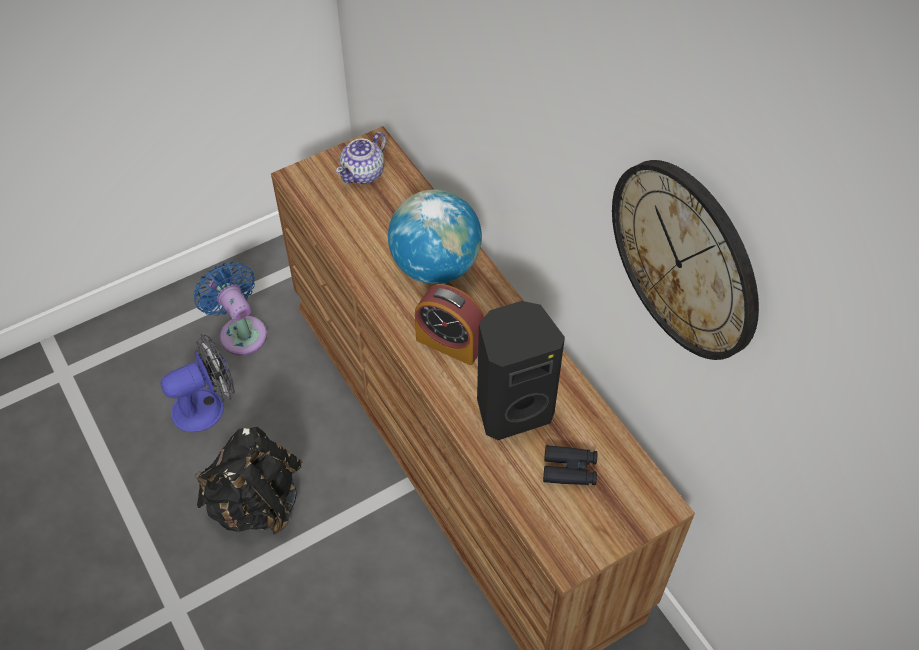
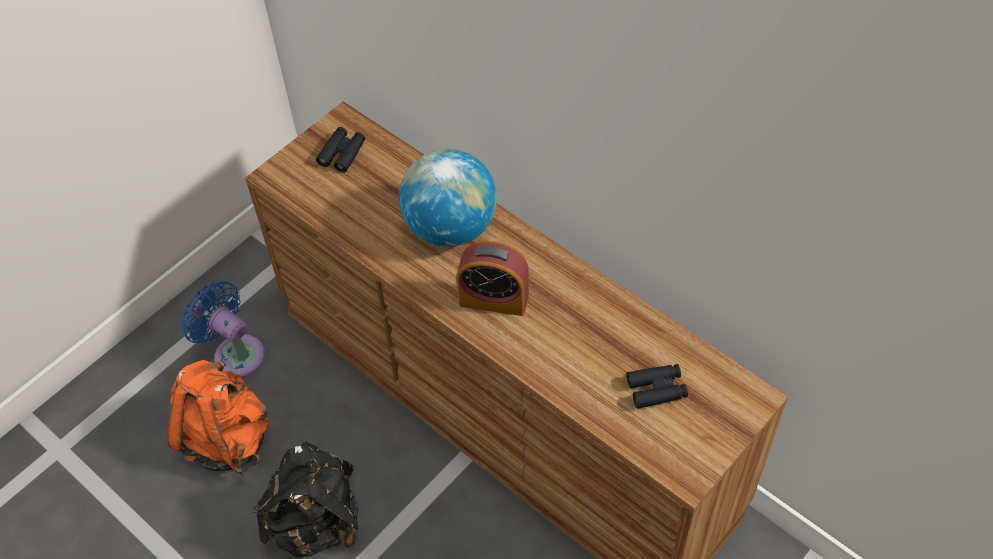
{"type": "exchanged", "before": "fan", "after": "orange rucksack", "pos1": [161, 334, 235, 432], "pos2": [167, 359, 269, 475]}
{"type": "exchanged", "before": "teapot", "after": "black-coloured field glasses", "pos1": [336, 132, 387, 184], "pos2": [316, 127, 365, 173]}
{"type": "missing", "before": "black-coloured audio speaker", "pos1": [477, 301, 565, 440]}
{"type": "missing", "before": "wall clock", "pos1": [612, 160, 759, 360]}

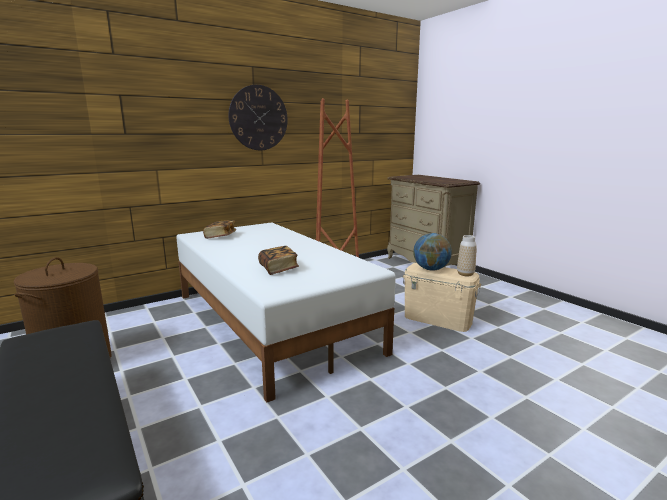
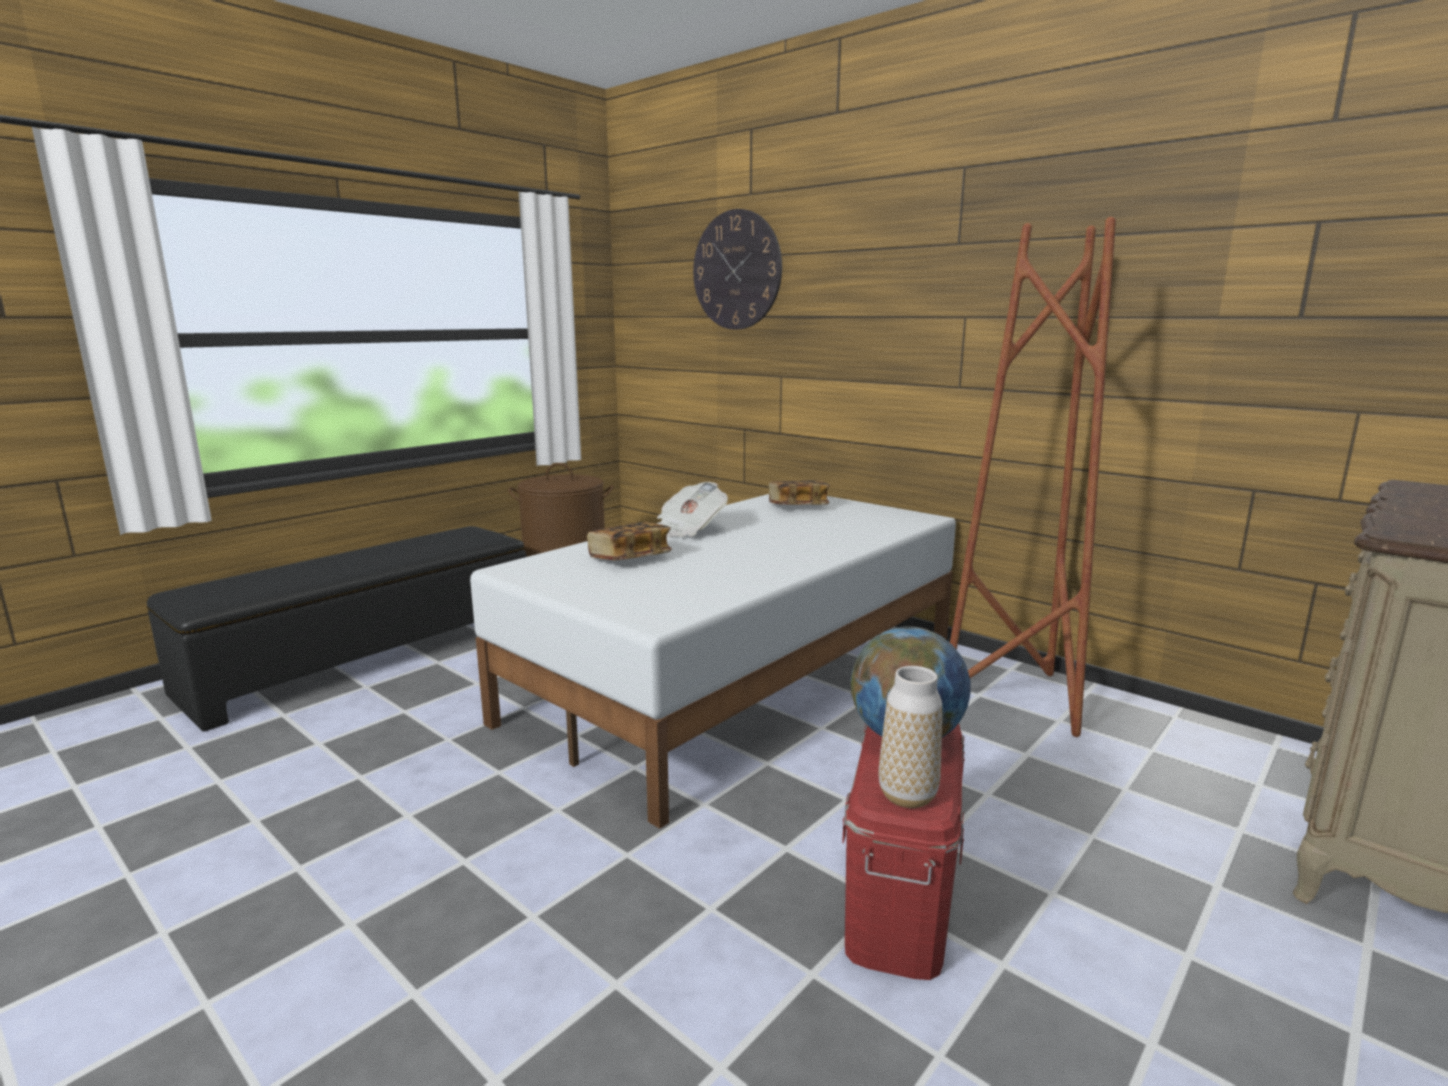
{"type": "relocated", "before": "wall clock", "pos1": [228, 85, 288, 150], "pos2": [693, 209, 782, 330]}
{"type": "colour", "before": "sand-coloured storage bin", "after": "red storage bin", "pos1": [403, 263, 481, 332], "pos2": [842, 723, 965, 980]}
{"type": "appeared", "after": "newspaper", "pos2": [657, 482, 728, 538]}

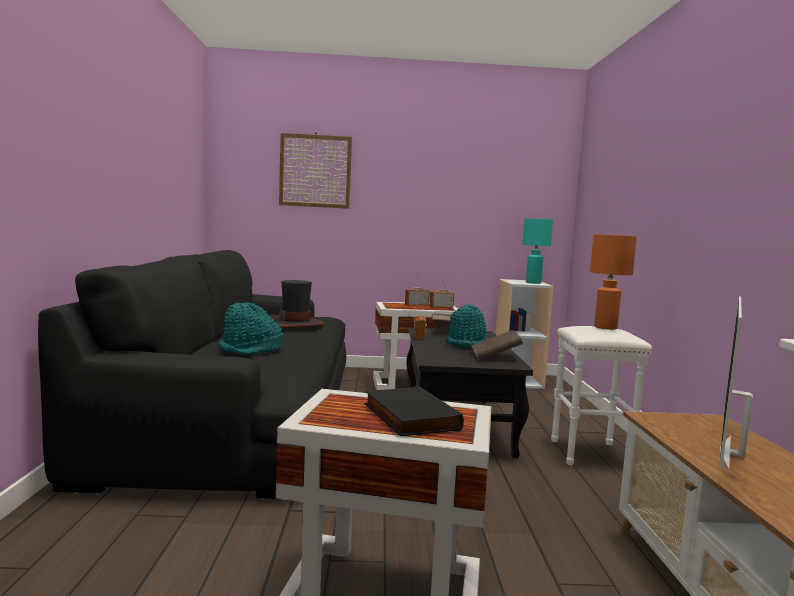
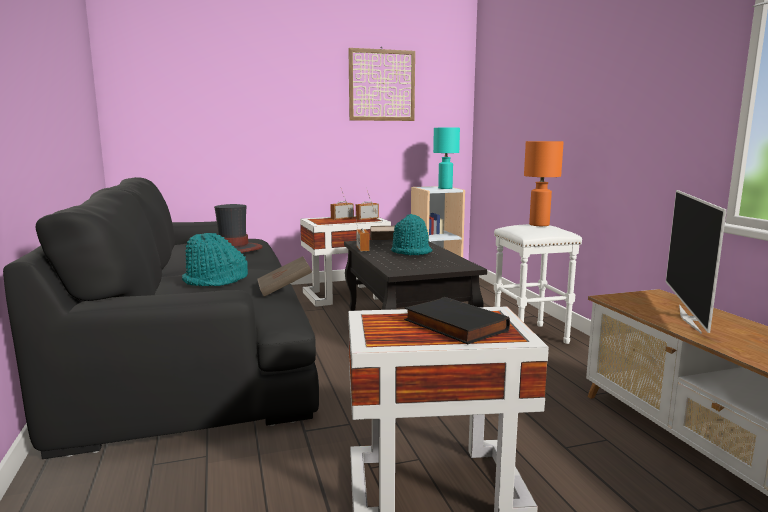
{"type": "relocated", "before": "wall art", "pos1": [279, 132, 352, 209], "pos2": [348, 47, 415, 121]}
{"type": "relocated", "before": "brown book", "pos1": [471, 330, 523, 360], "pos2": [258, 256, 312, 297]}

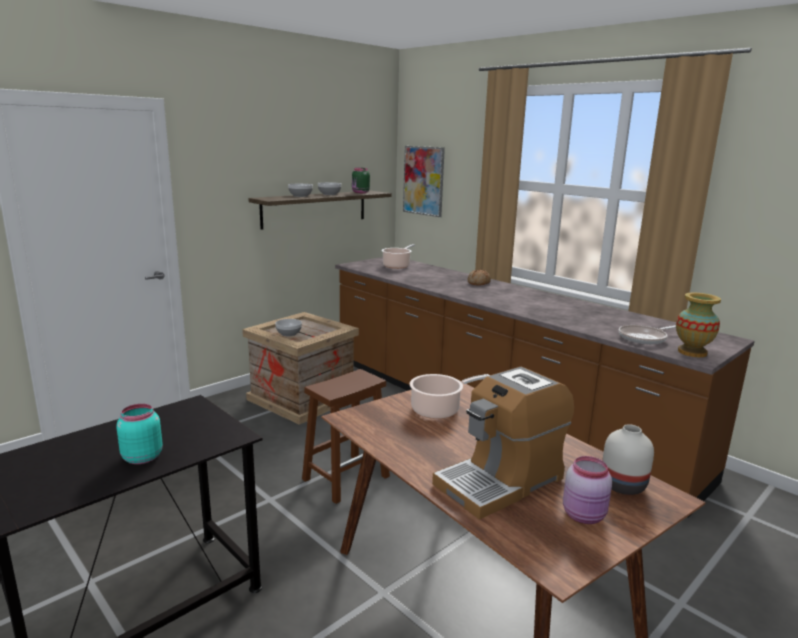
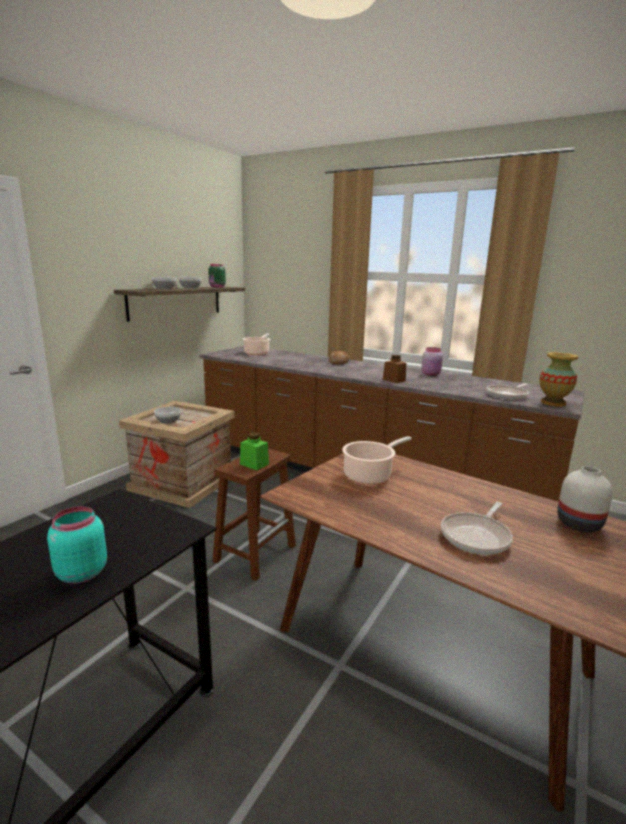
{"type": "missing", "before": "wall art", "pos1": [403, 146, 445, 217]}
{"type": "exchanged", "before": "coffee maker", "after": "frying pan", "pos1": [432, 367, 574, 520], "pos2": [441, 502, 513, 555]}
{"type": "relocated", "before": "pinkish jar", "pos1": [563, 456, 612, 524], "pos2": [421, 347, 443, 376]}
{"type": "appeared", "after": "green jar", "pos2": [240, 432, 269, 470]}
{"type": "appeared", "after": "brown jar", "pos2": [383, 355, 406, 383]}

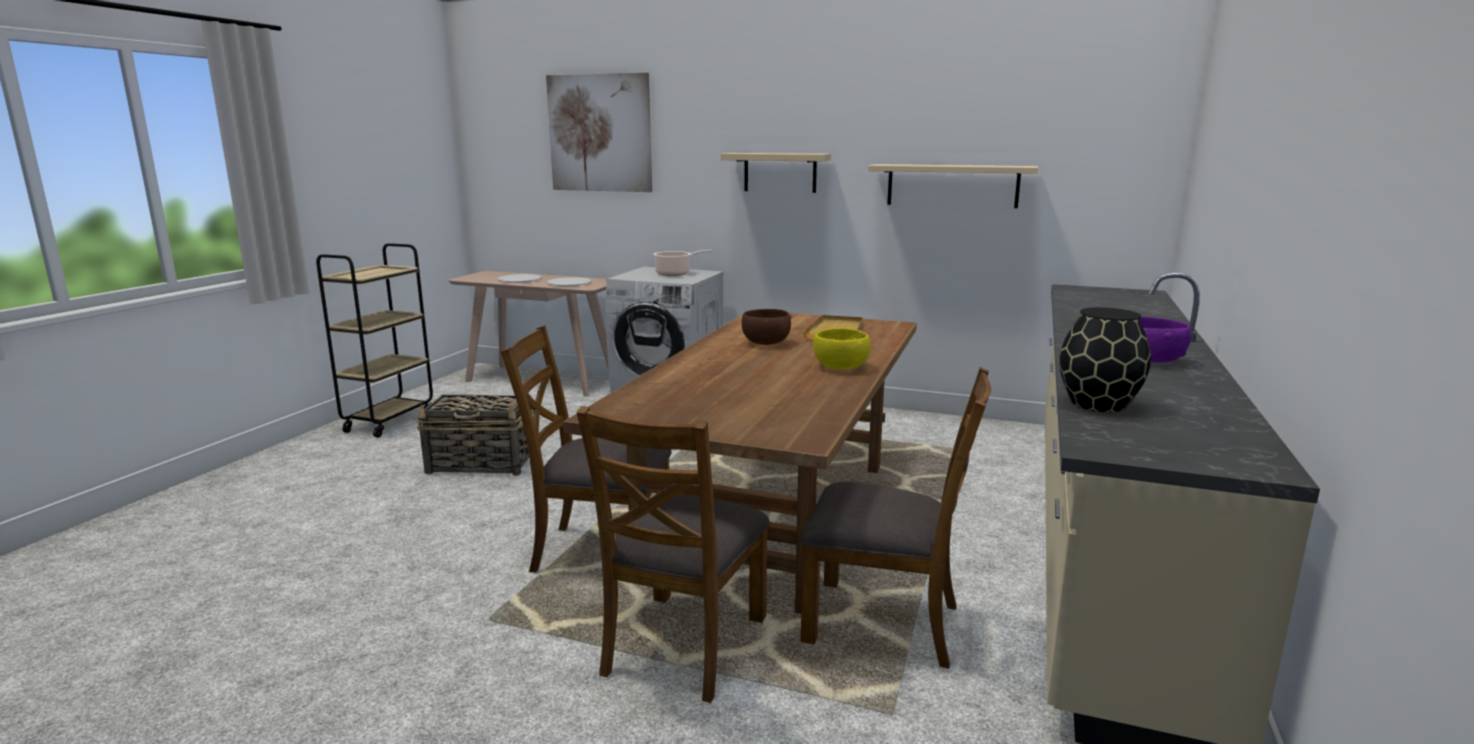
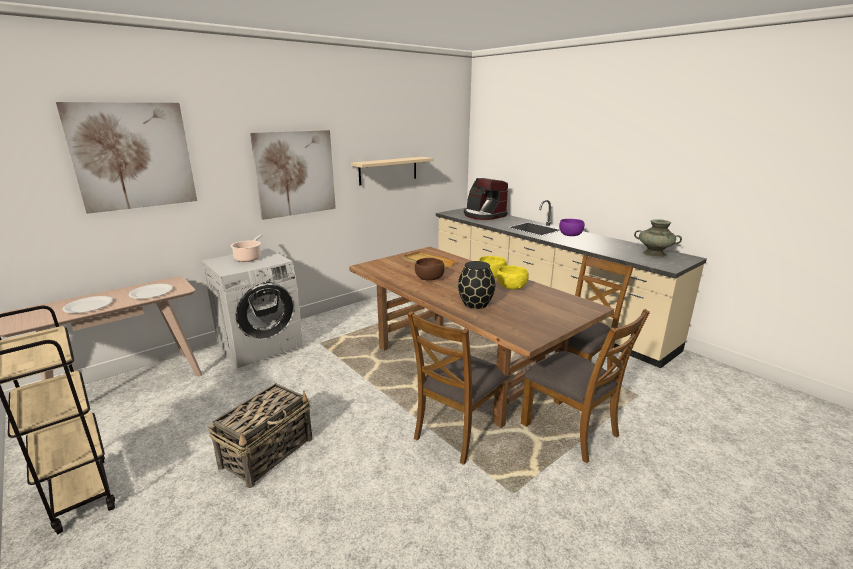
{"type": "exchanged", "before": "sand-coloured bracket shelf", "after": "wall art", "pos1": [721, 153, 831, 193], "pos2": [250, 130, 336, 220]}
{"type": "relocated", "before": "black-coloured vase", "pos1": [1059, 307, 1151, 412], "pos2": [458, 261, 495, 309]}
{"type": "appeared", "after": "coffee maker", "pos2": [464, 178, 508, 220]}
{"type": "appeared", "after": "yellow serving bowl", "pos2": [497, 265, 529, 290]}
{"type": "appeared", "after": "turquoise vase", "pos2": [634, 219, 682, 257]}

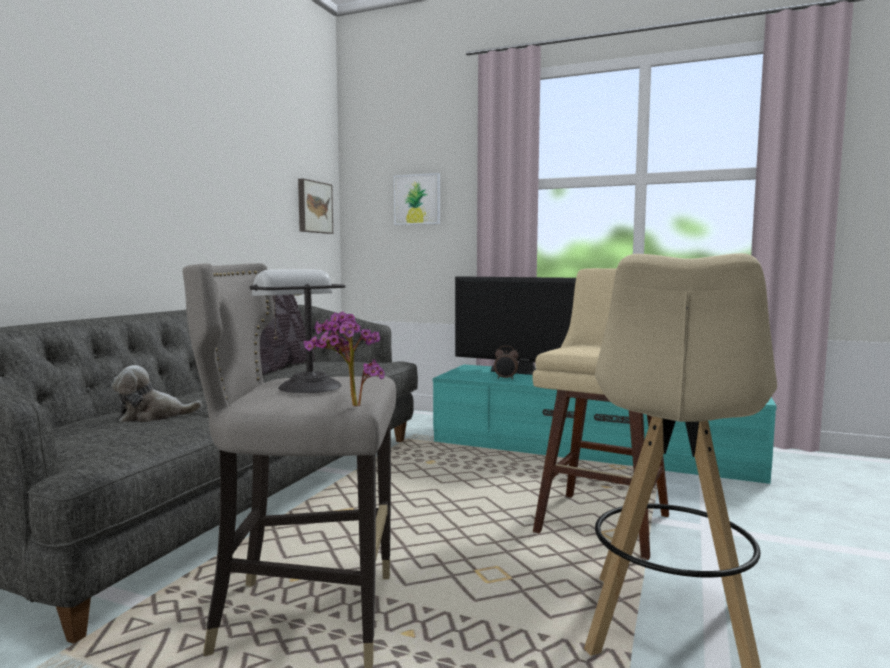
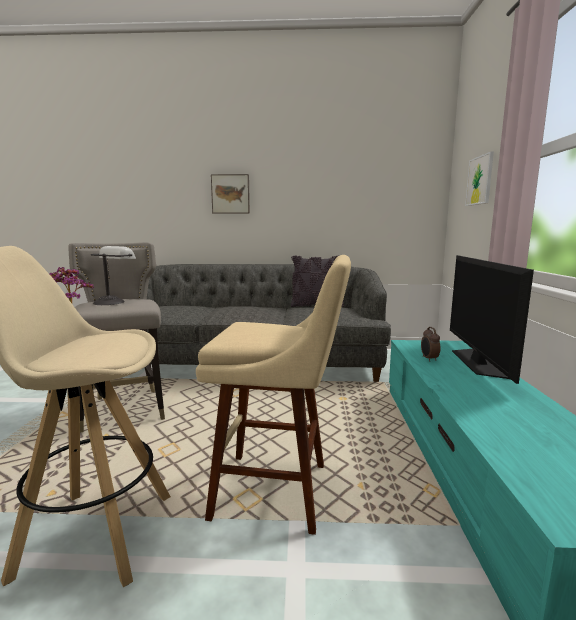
{"type": "missing", "before": "soft toy", "pos1": [111, 365, 202, 422]}
{"type": "relocated", "before": "wall art", "pos1": [298, 179, 333, 234], "pos2": [211, 174, 250, 213]}

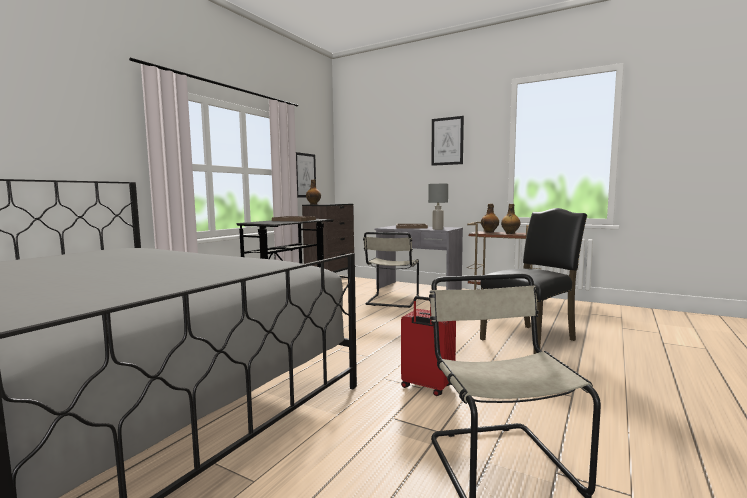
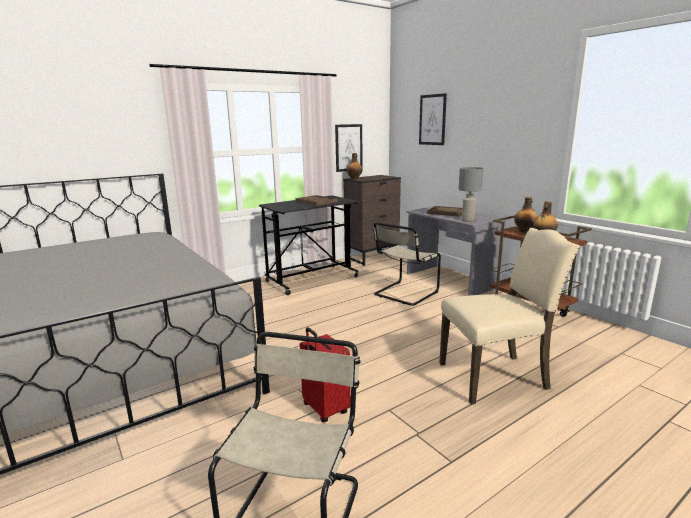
{"type": "relocated", "before": "wall art", "pos1": [431, 116, 464, 166], "pos2": [419, 93, 447, 145]}
{"type": "colour", "before": "black-coloured plain chair", "after": "sand-coloured plain chair", "pos1": [480, 208, 587, 354], "pos2": [439, 228, 580, 404]}

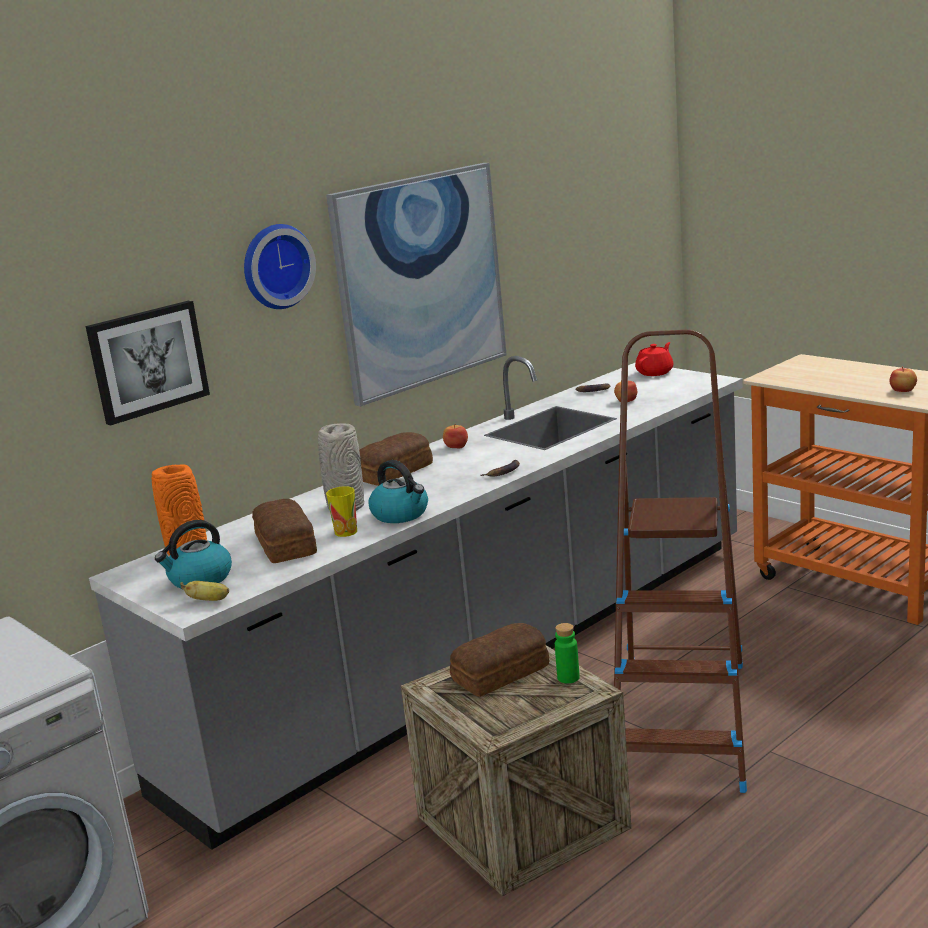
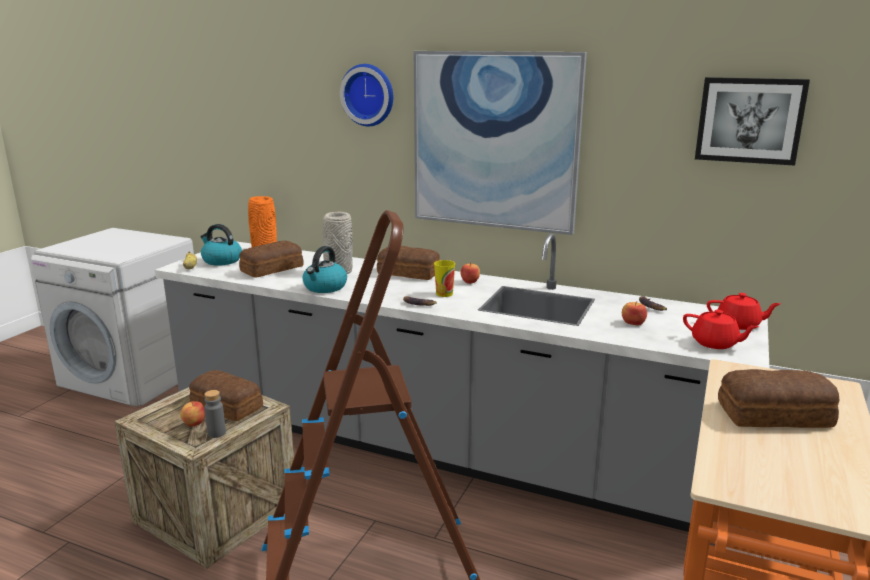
{"type": "relocated", "before": "wall art", "pos1": [85, 300, 210, 426], "pos2": [695, 77, 810, 166]}
{"type": "relocated", "before": "cup", "pos1": [326, 486, 357, 537], "pos2": [434, 260, 455, 297]}
{"type": "colour", "before": "green beverage bottle", "after": "gray beverage bottle", "pos1": [555, 623, 580, 683], "pos2": [204, 390, 226, 438]}
{"type": "relocated", "before": "apple", "pos1": [890, 367, 917, 392], "pos2": [180, 401, 205, 427]}
{"type": "appeared", "after": "red teapot", "pos2": [683, 310, 759, 349]}
{"type": "appeared", "after": "bread", "pos2": [718, 369, 840, 428]}

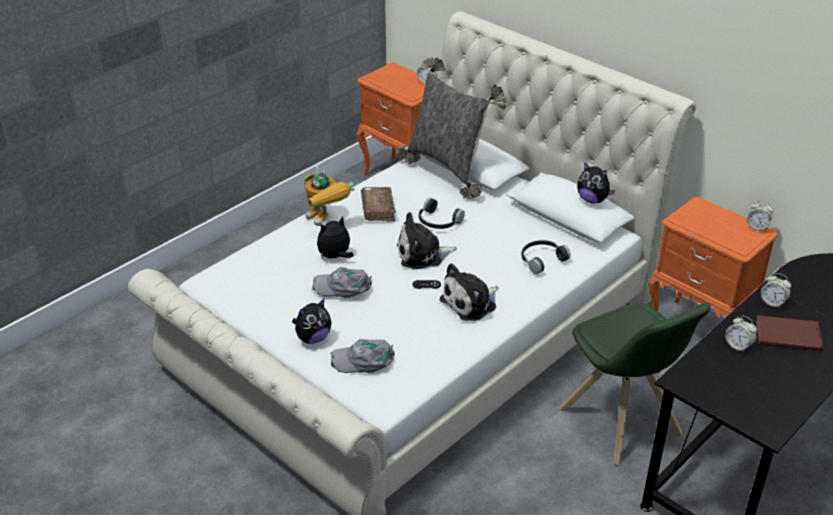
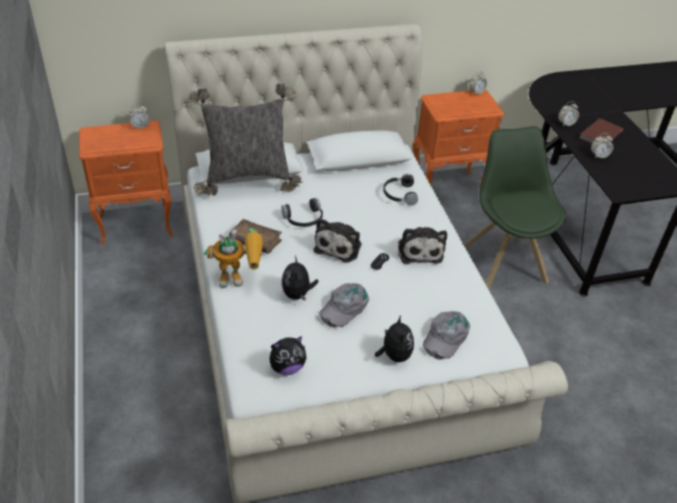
{"type": "spun", "before": "green plain chair", "pos1": [559, 303, 710, 466], "pos2": [464, 126, 566, 289], "turn": -105}
{"type": "relocated", "before": "soft toy", "pos1": [577, 162, 615, 204], "pos2": [270, 336, 306, 375]}

